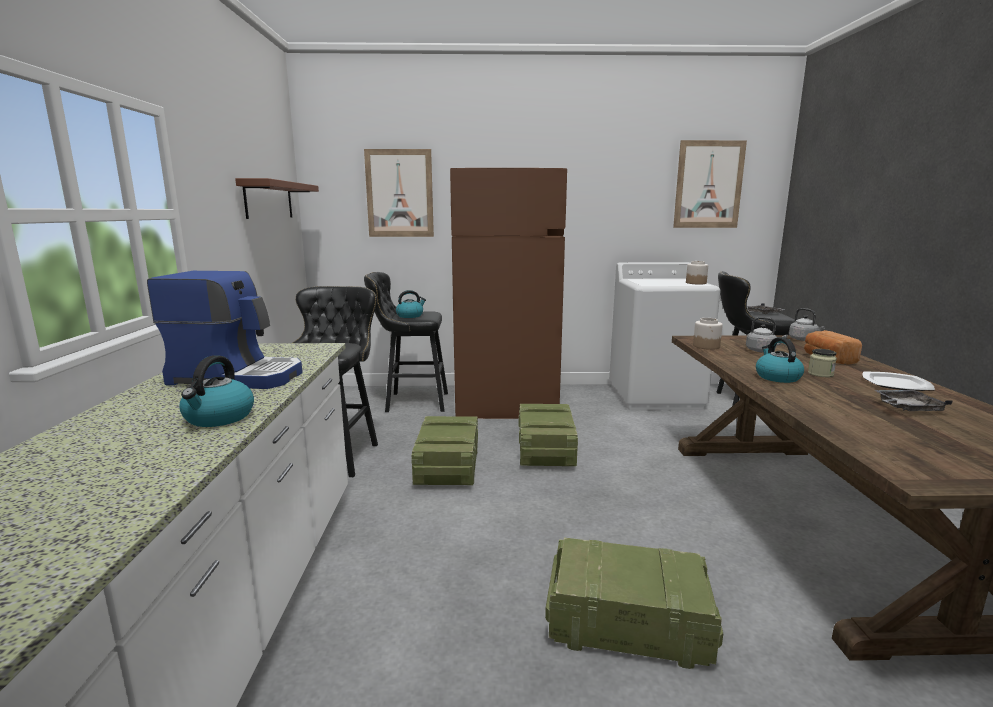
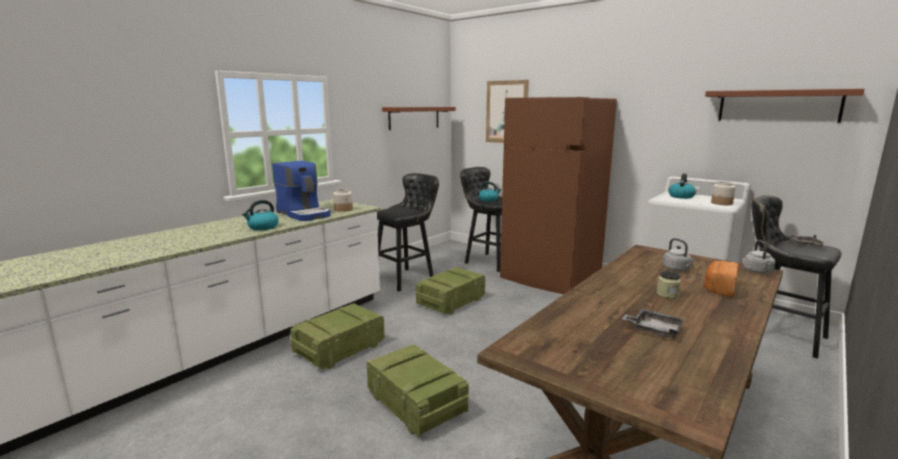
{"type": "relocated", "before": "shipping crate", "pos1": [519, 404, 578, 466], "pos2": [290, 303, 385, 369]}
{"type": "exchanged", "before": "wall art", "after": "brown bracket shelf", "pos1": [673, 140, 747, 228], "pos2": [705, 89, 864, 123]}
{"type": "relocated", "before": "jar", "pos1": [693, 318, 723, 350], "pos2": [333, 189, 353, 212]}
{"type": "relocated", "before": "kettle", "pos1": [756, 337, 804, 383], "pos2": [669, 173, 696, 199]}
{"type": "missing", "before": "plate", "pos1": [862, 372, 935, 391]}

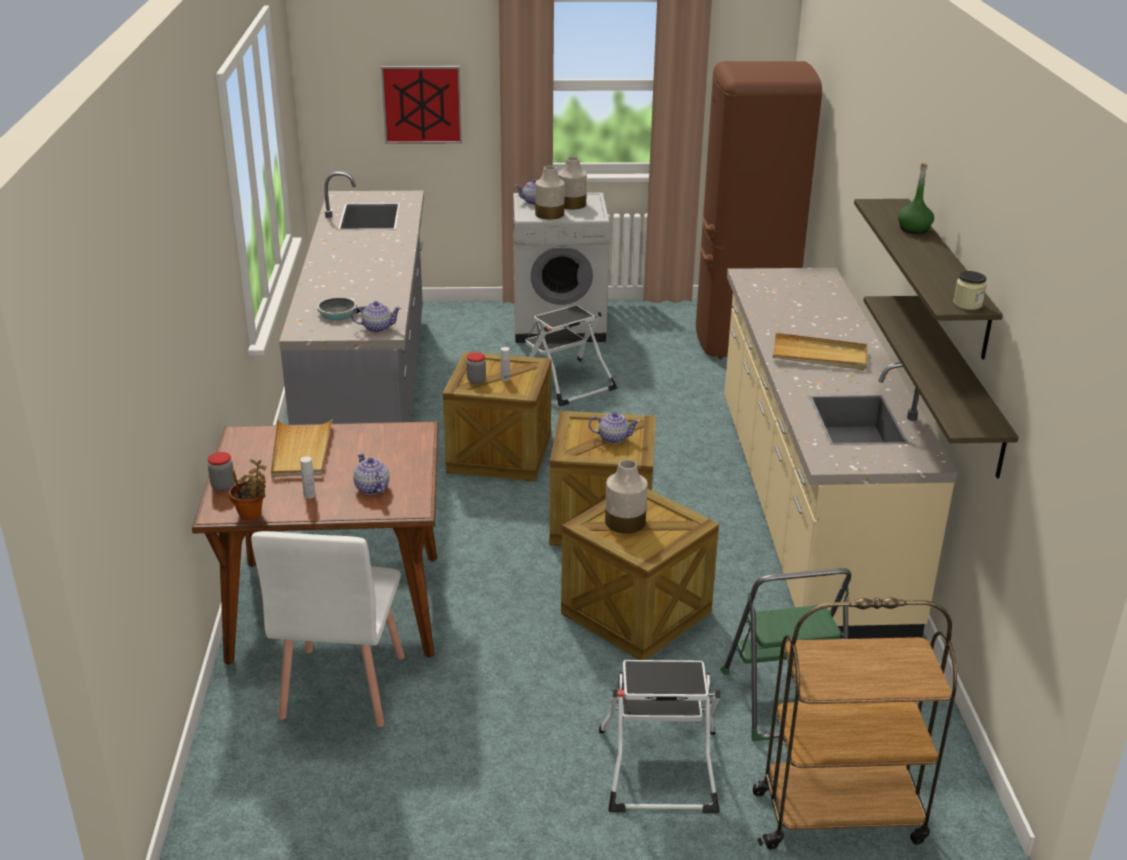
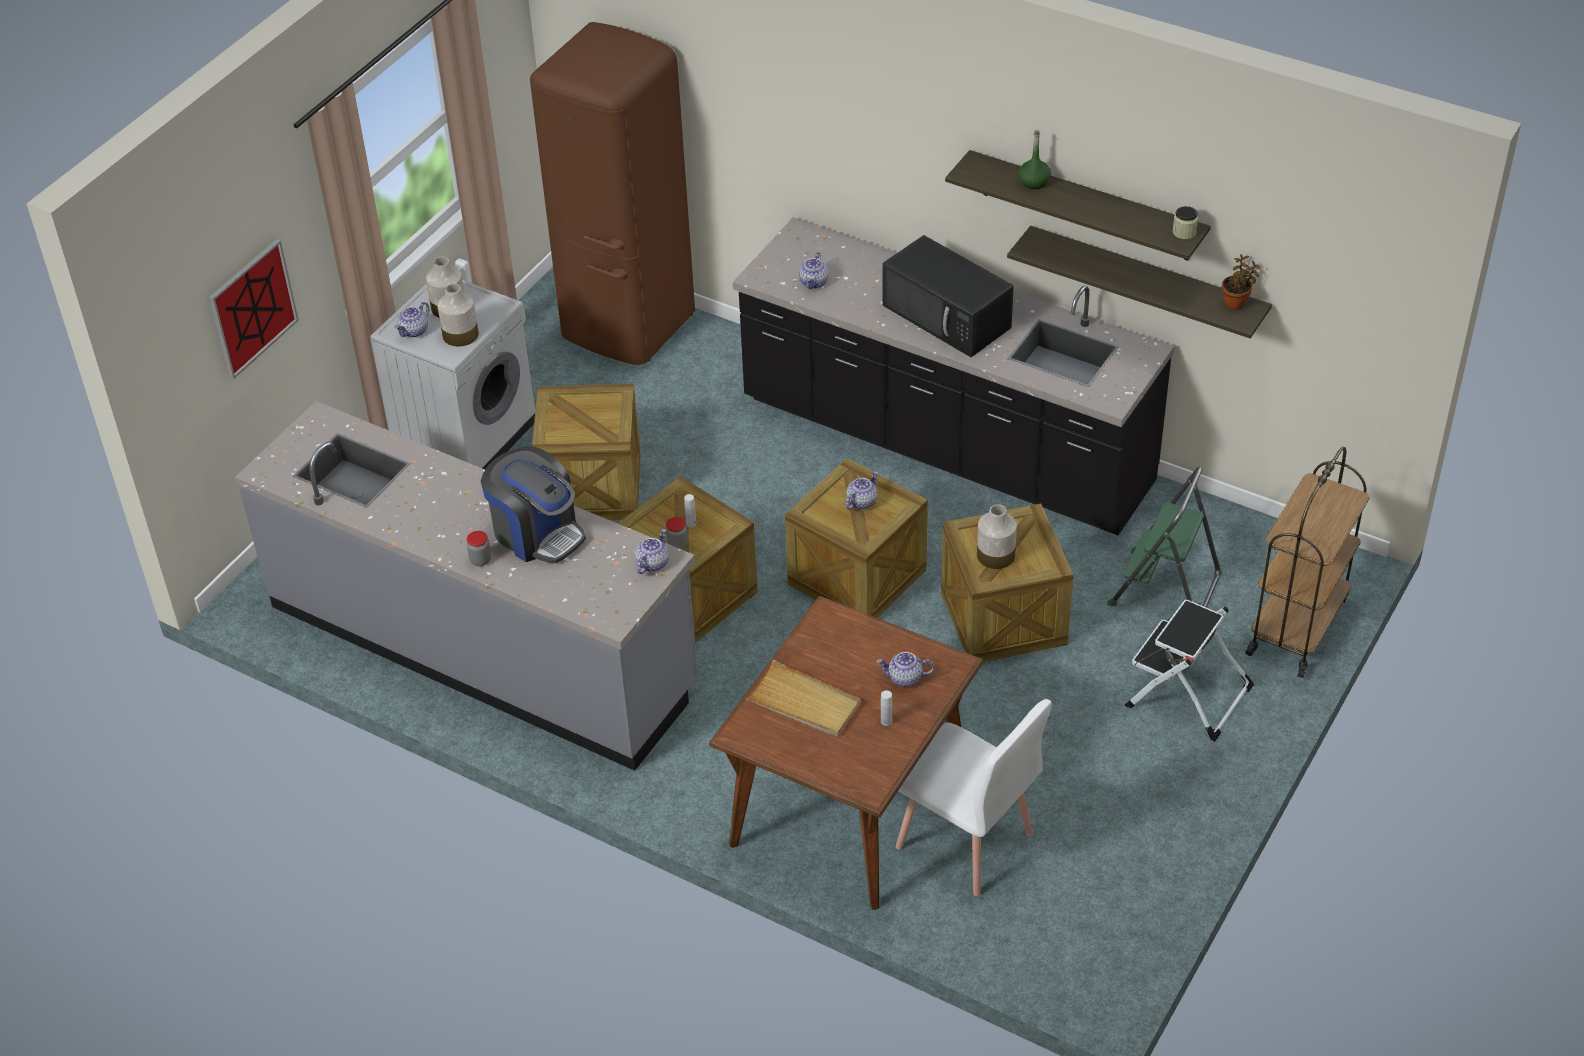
{"type": "relocated", "before": "jar", "pos1": [208, 452, 235, 492], "pos2": [467, 531, 491, 566]}
{"type": "relocated", "before": "potted plant", "pos1": [229, 459, 267, 520], "pos2": [1222, 254, 1260, 310]}
{"type": "missing", "before": "frying pan", "pos1": [317, 297, 387, 320]}
{"type": "exchanged", "before": "step stool", "after": "shipping crate", "pos1": [525, 305, 618, 406], "pos2": [532, 384, 641, 520]}
{"type": "colour", "before": "sand-coloured kitchen counter", "after": "black-coloured kitchen counter", "pos1": [724, 268, 957, 639], "pos2": [733, 217, 1174, 535]}
{"type": "exchanged", "before": "sand-coloured serving tray", "after": "black-coloured microwave oven", "pos1": [773, 333, 867, 370], "pos2": [883, 235, 1014, 357]}
{"type": "appeared", "after": "coffee maker", "pos2": [481, 446, 586, 563]}
{"type": "appeared", "after": "teapot", "pos2": [799, 252, 829, 289]}

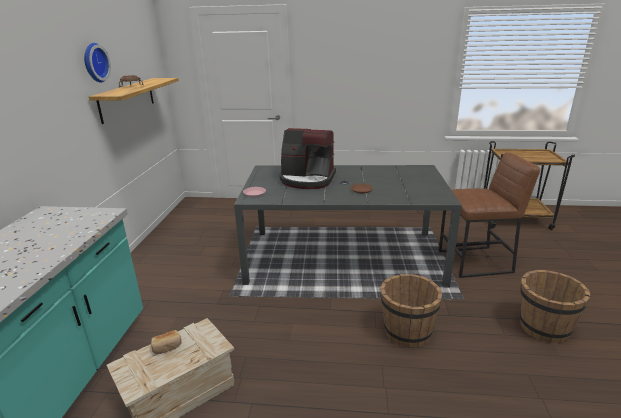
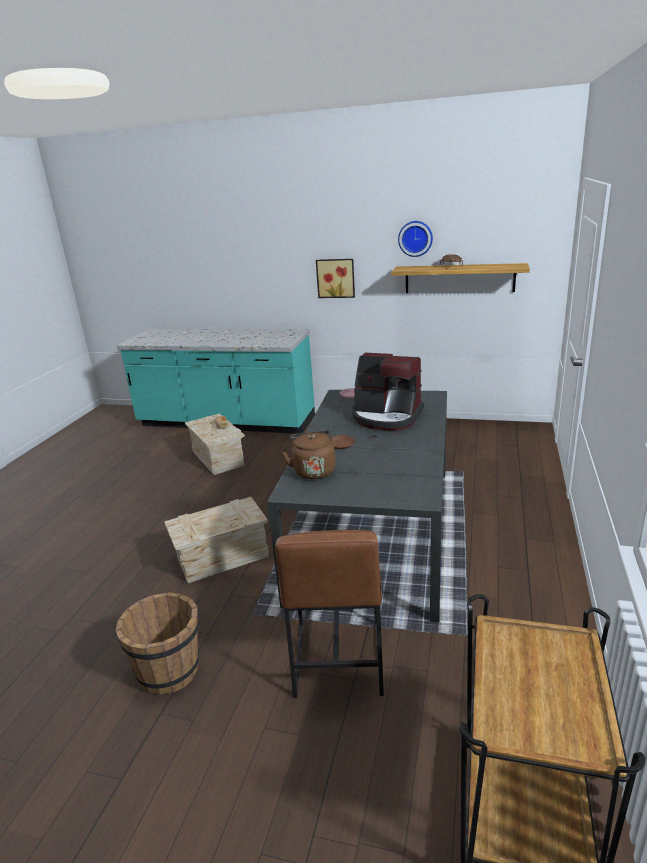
{"type": "spun", "before": "coffee maker", "pos1": [279, 128, 336, 189], "pos2": [352, 353, 424, 430], "turn": -90}
{"type": "exchanged", "before": "brown pail", "after": "shipping crate", "pos1": [380, 274, 443, 348], "pos2": [164, 497, 269, 583]}
{"type": "appeared", "after": "brown kettle", "pos2": [282, 430, 335, 479]}
{"type": "appeared", "after": "wall art", "pos2": [316, 259, 355, 298]}

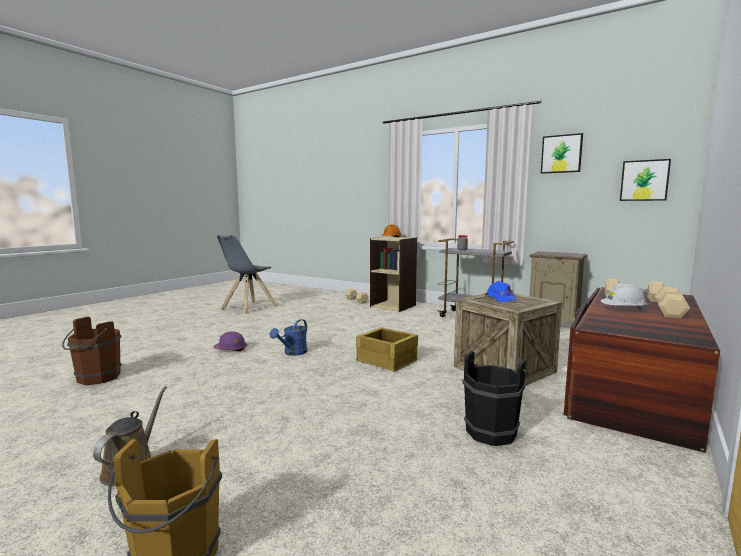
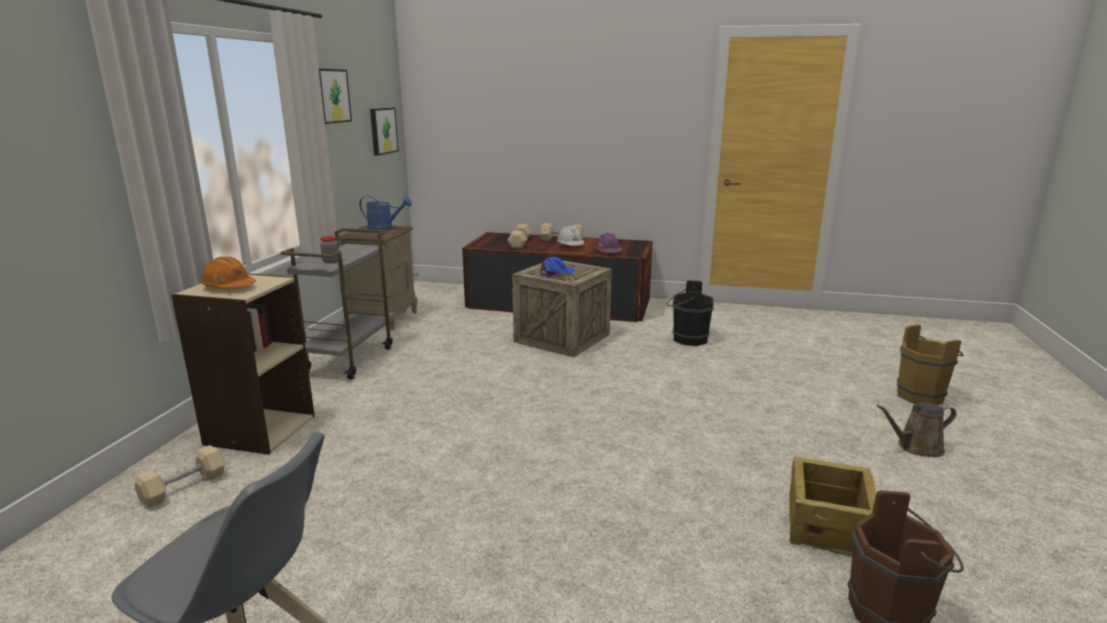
{"type": "relocated", "before": "purple hard hat", "pos1": [214, 331, 247, 352], "pos2": [595, 233, 622, 253]}
{"type": "relocated", "before": "blue watering can", "pos1": [270, 319, 307, 356], "pos2": [360, 196, 412, 231]}
{"type": "relocated", "before": "shipping crate", "pos1": [356, 328, 418, 372], "pos2": [789, 457, 876, 556]}

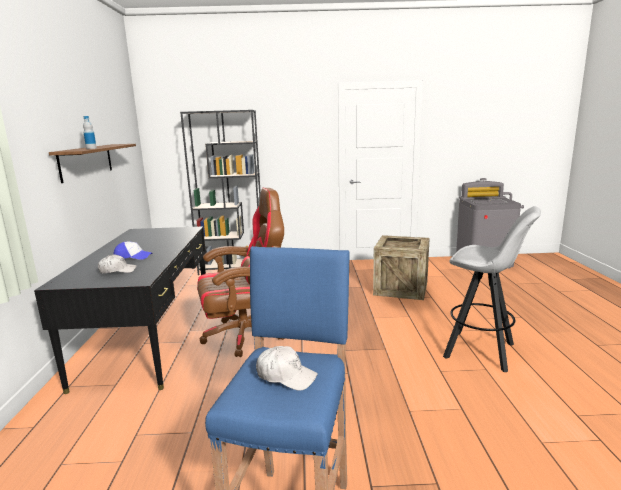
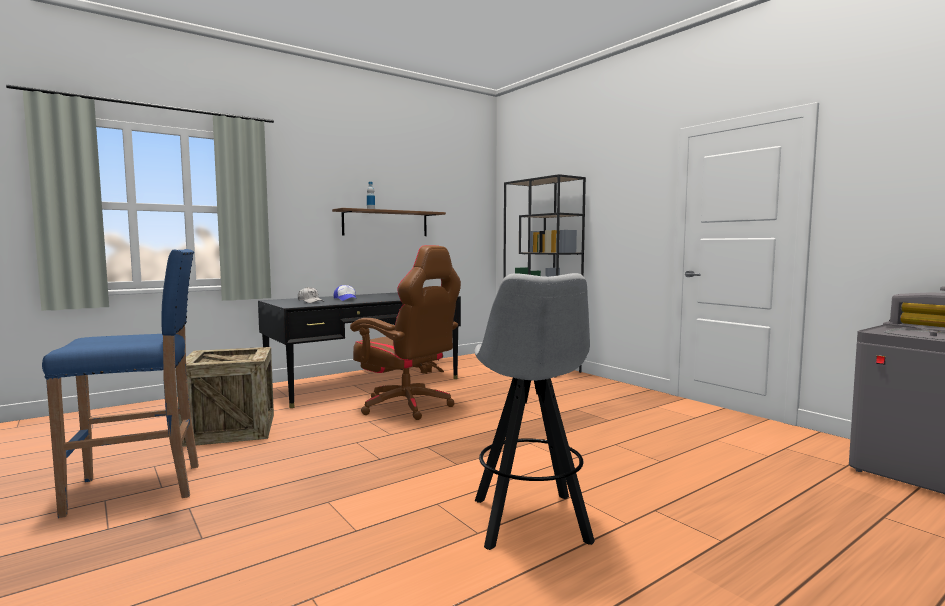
{"type": "missing", "before": "whitish peaked cap", "pos1": [256, 346, 318, 391]}
{"type": "relocated", "before": "shipping crate", "pos1": [373, 235, 430, 300], "pos2": [176, 347, 274, 447]}

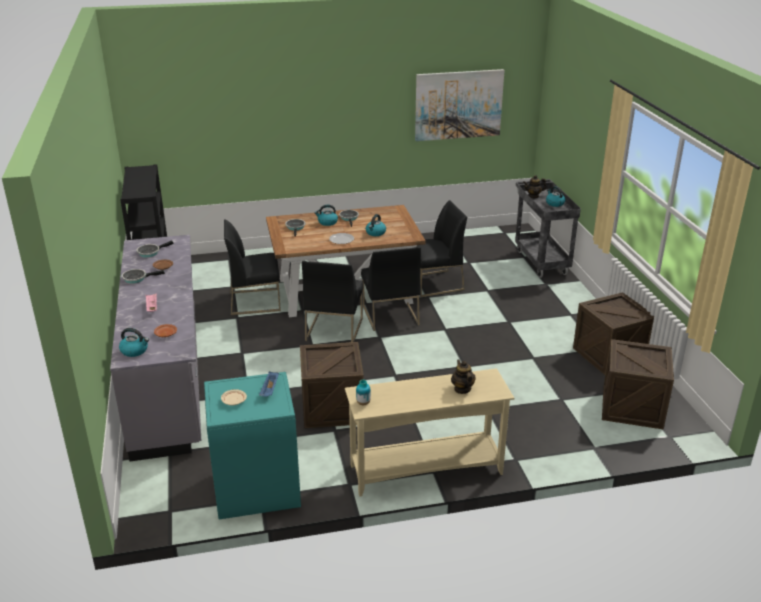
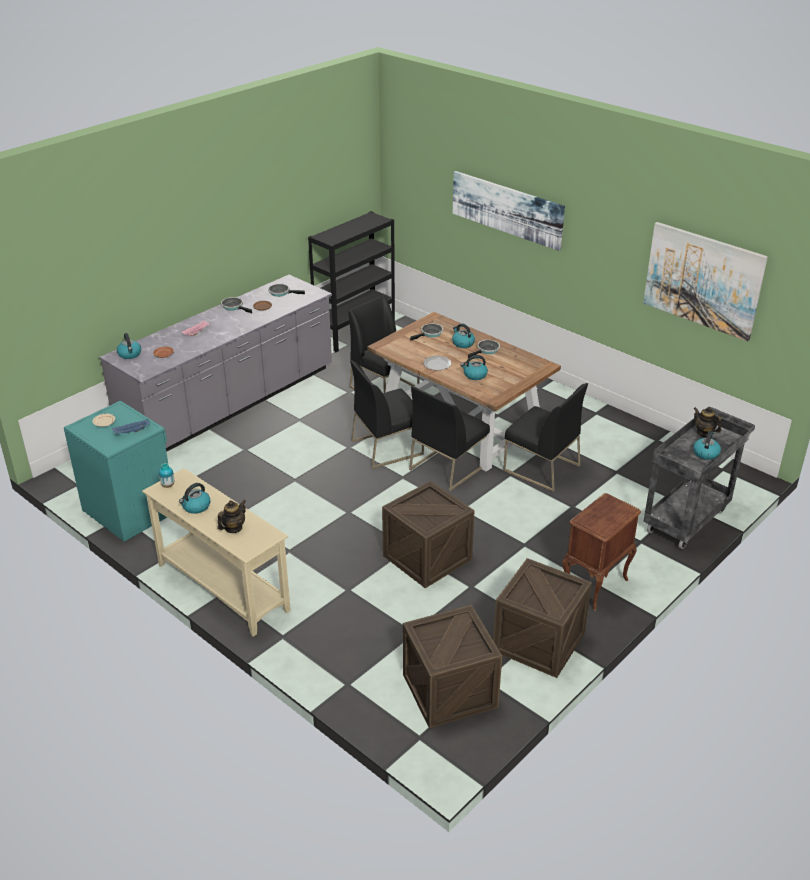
{"type": "relocated", "before": "shipping crate", "pos1": [300, 342, 364, 428], "pos2": [382, 481, 475, 588]}
{"type": "appeared", "after": "kettle", "pos2": [179, 483, 210, 514]}
{"type": "appeared", "after": "wall art", "pos2": [453, 171, 565, 251]}
{"type": "appeared", "after": "brown bedside table", "pos2": [562, 493, 641, 611]}

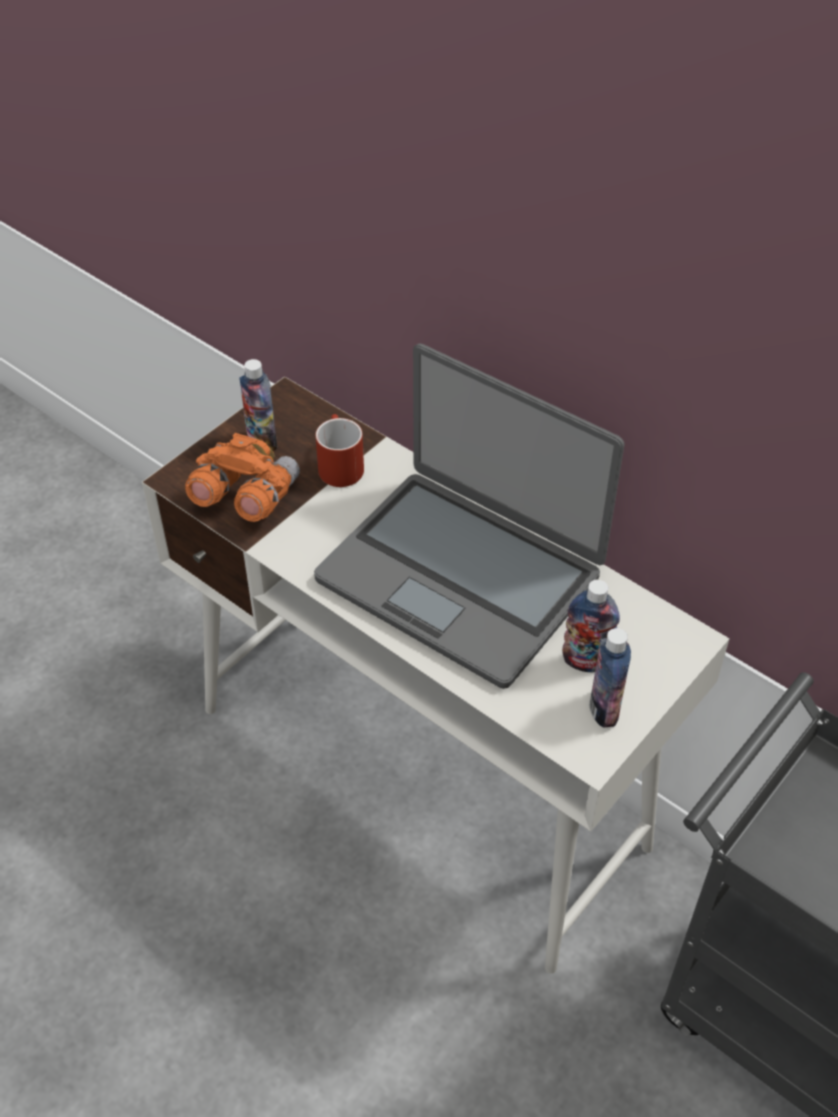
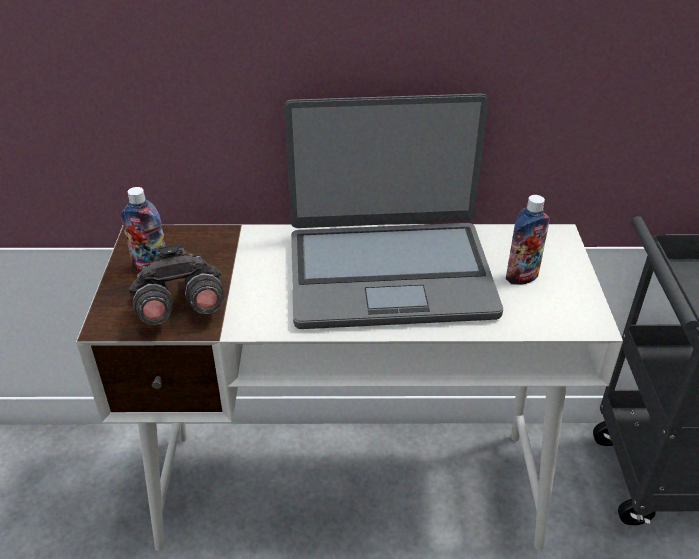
{"type": "colour", "before": "orange field glasses", "after": "gray field glasses", "pos1": [185, 433, 300, 522], "pos2": [129, 244, 224, 325]}
{"type": "missing", "before": "red tea mug", "pos1": [315, 414, 364, 487]}
{"type": "missing", "before": "beverage bottle", "pos1": [590, 628, 631, 728]}

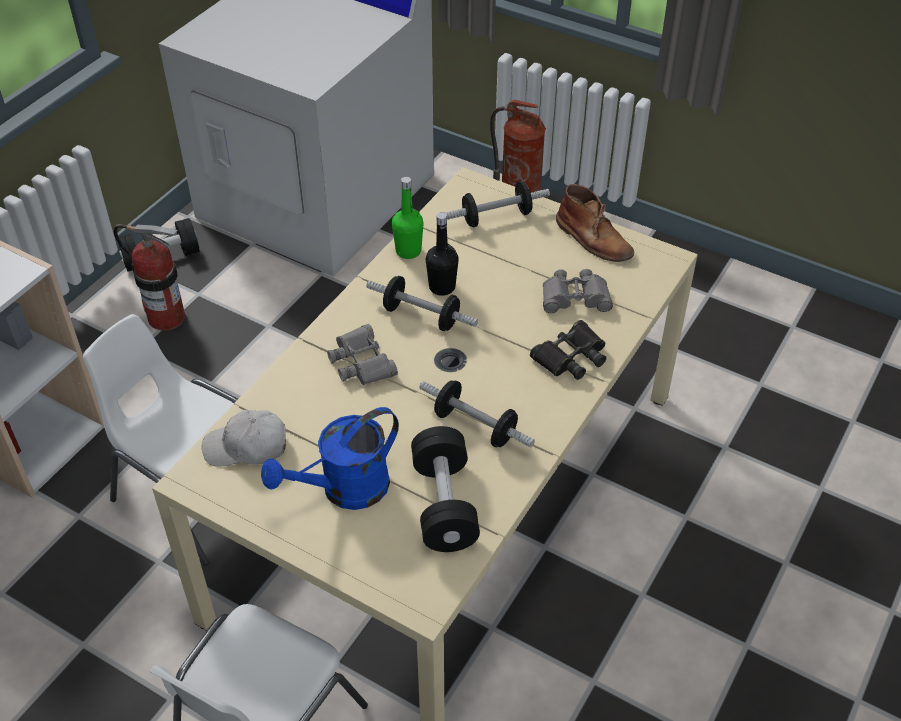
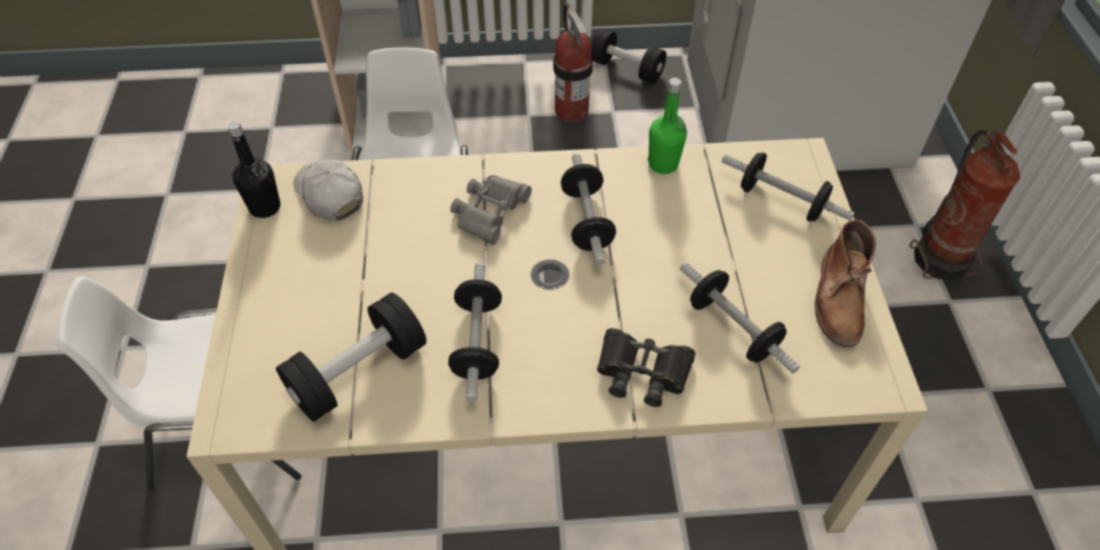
{"type": "missing", "before": "blue watering can", "pos1": [261, 407, 399, 510]}
{"type": "relocated", "before": "black-coloured beverage bottle", "pos1": [426, 212, 459, 296], "pos2": [227, 121, 281, 218]}
{"type": "exchanged", "before": "gray field glasses", "after": "free weight", "pos1": [543, 269, 613, 313], "pos2": [680, 262, 800, 374]}

